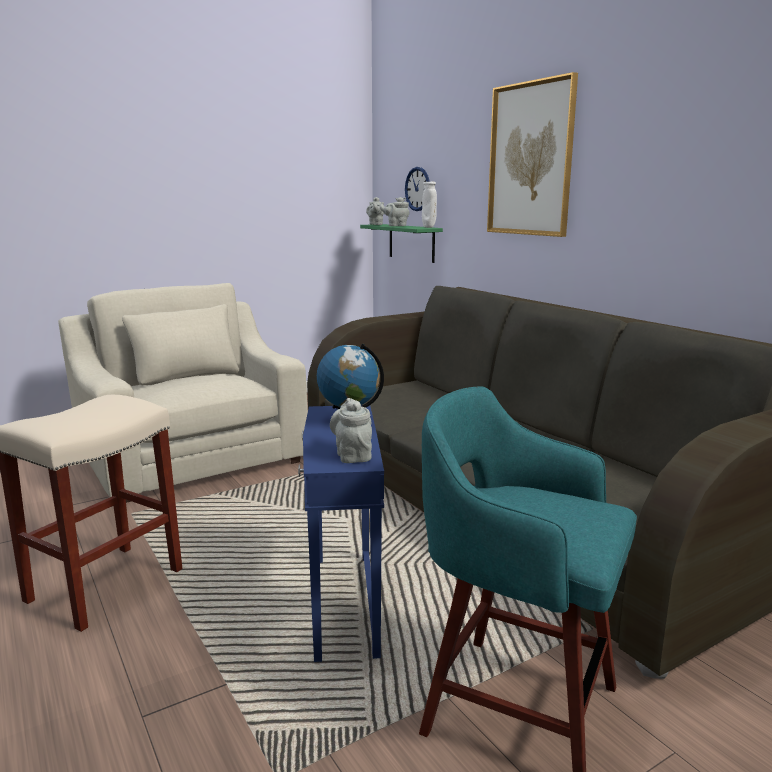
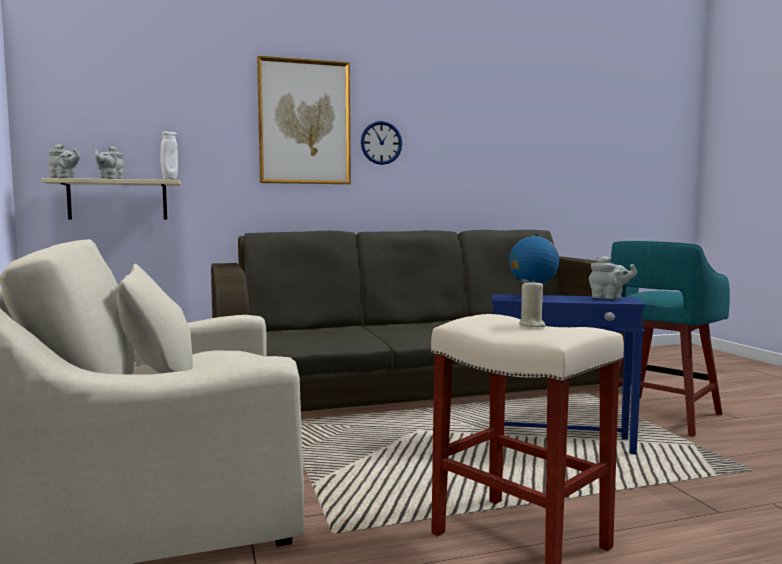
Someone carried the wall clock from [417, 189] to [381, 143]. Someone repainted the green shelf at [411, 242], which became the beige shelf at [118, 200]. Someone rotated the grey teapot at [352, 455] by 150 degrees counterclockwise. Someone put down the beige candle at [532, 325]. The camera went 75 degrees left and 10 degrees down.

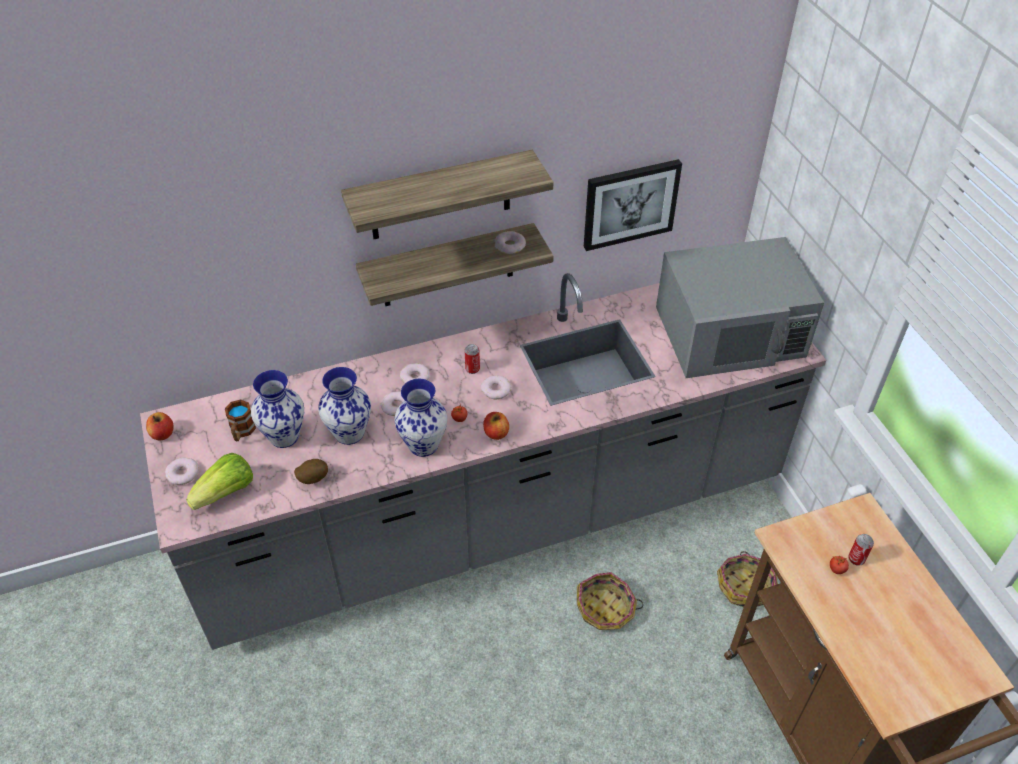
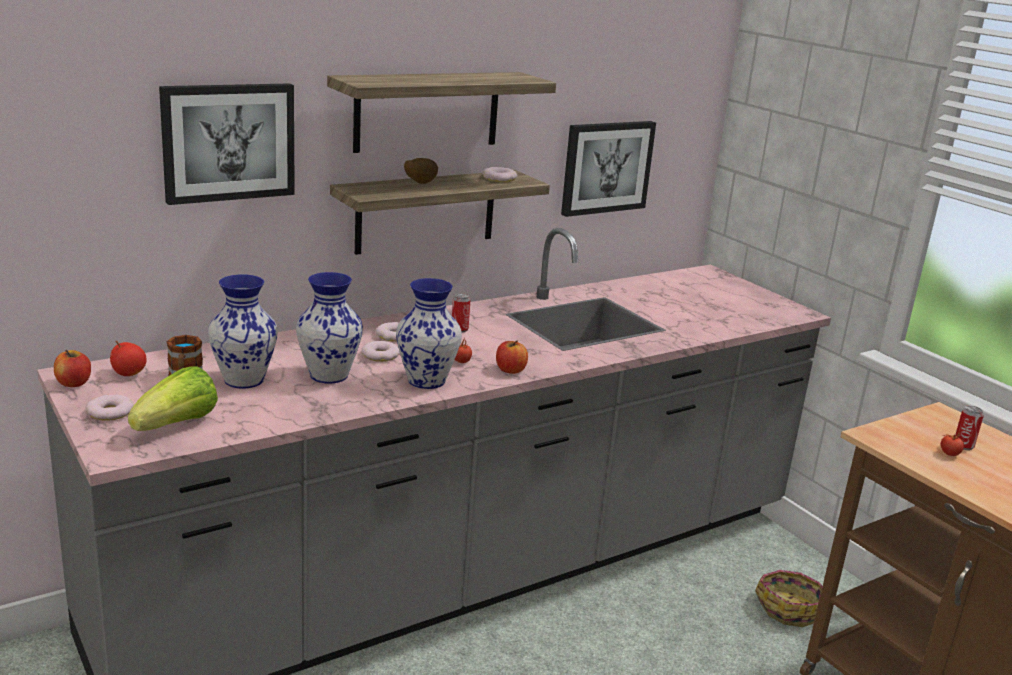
Someone took away the grey microwave at [731, 332]. Someone took away the donut at [496, 390]. Someone carried the potato from [312, 478] to [419, 183]. Someone took away the basket at [605, 609]. Someone put up the picture at [228, 142]. Someone put down the apple at [129, 374]. The camera went 15 degrees left and 25 degrees down.

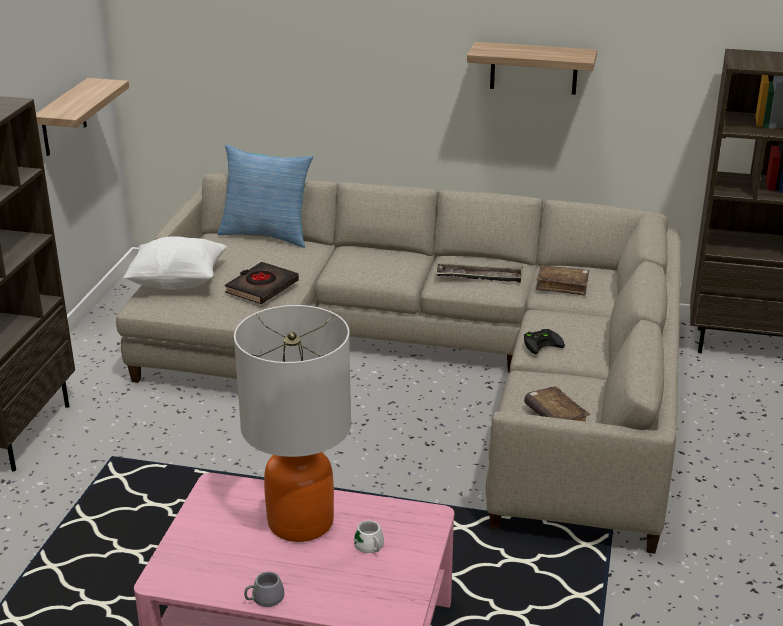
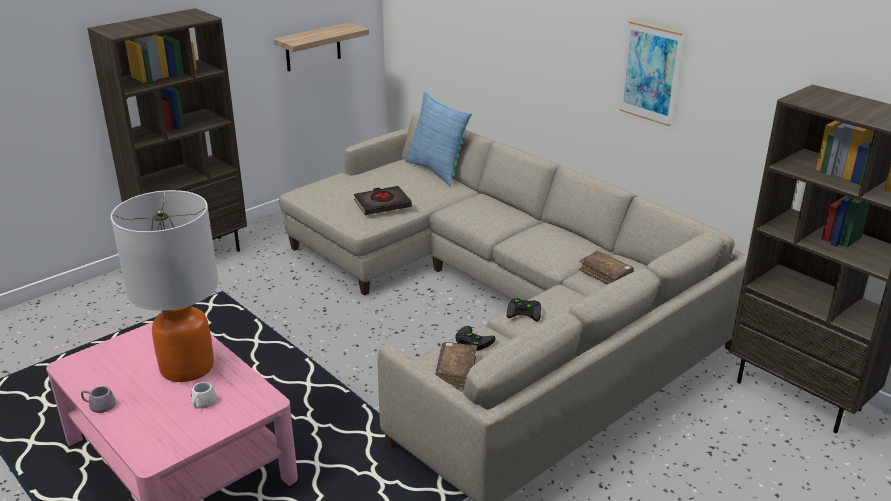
Someone swapped the shelf at [534, 68] for the picture at [650, 73]. Someone took away the white pillow at [178, 282]. Someone took away the tray at [479, 277]. Someone put down the black game controller at [472, 341]. The camera went 35 degrees right and 0 degrees up.

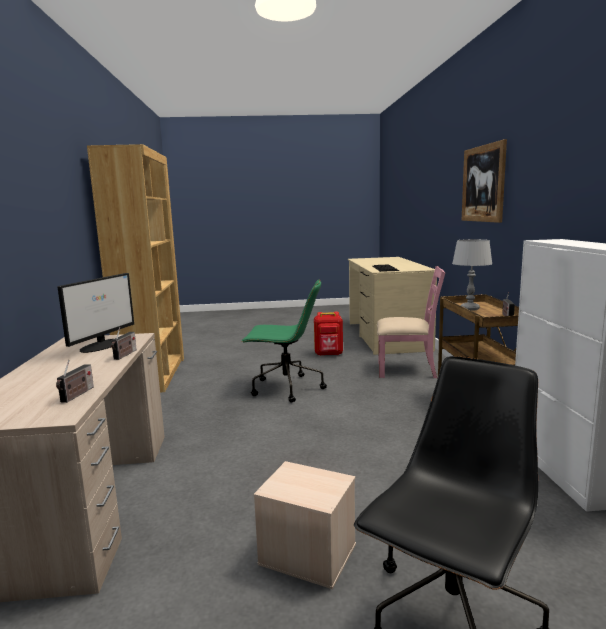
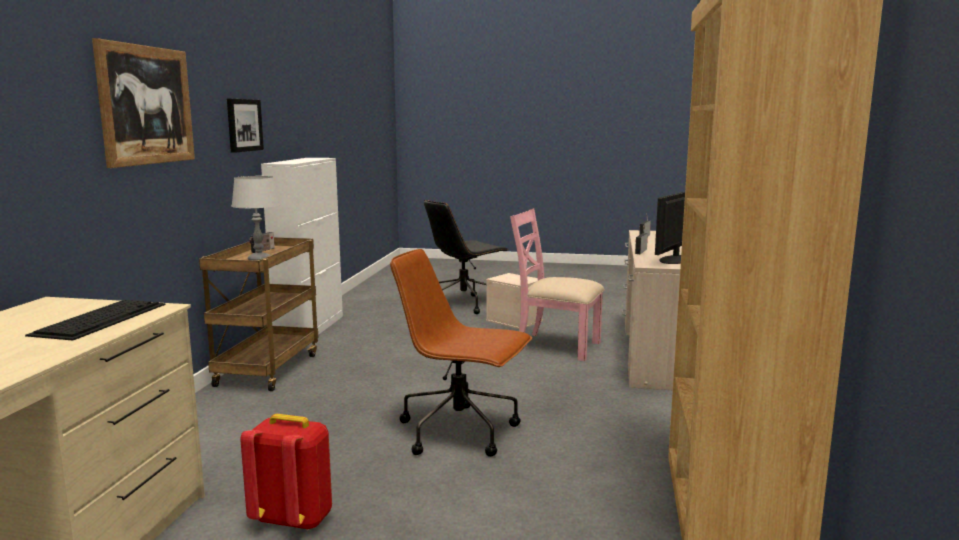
Someone carried the pink chair from [407, 370] to [556, 346]. Someone repainted the green office chair at [285, 388], which became the brown office chair at [461, 432]. Someone put up the picture at [244, 125]. The camera went 165 degrees left and 0 degrees up.

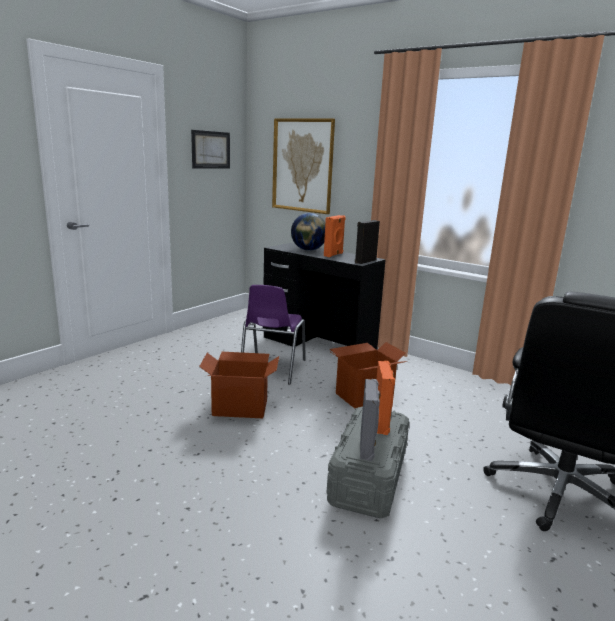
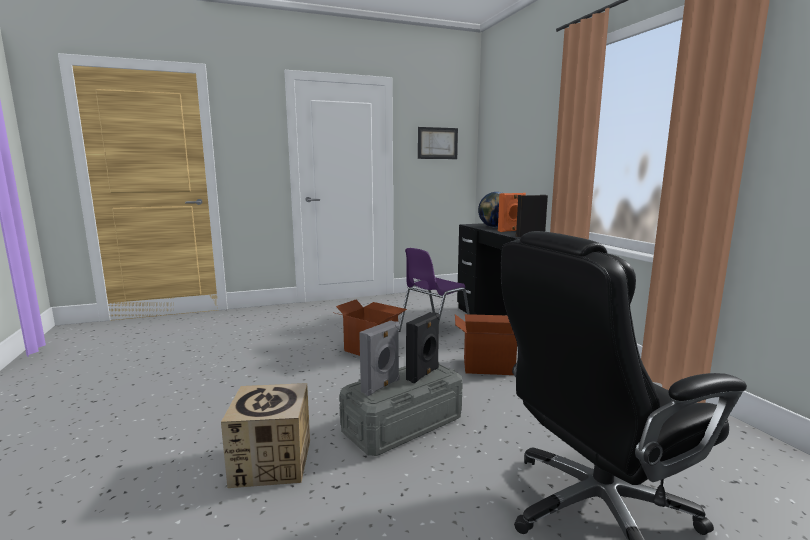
Someone took away the picture at [303, 165]. Someone repainted the orange speaker at [382, 423], which became the black speaker at [423, 374]. Someone put down the cardboard box at [272, 462]. The camera went 35 degrees right and 5 degrees down.

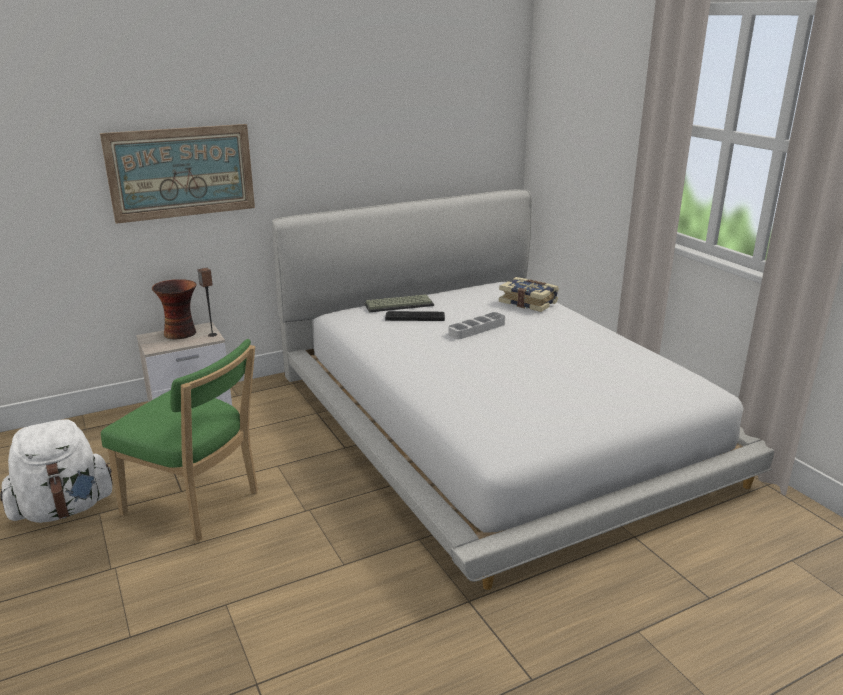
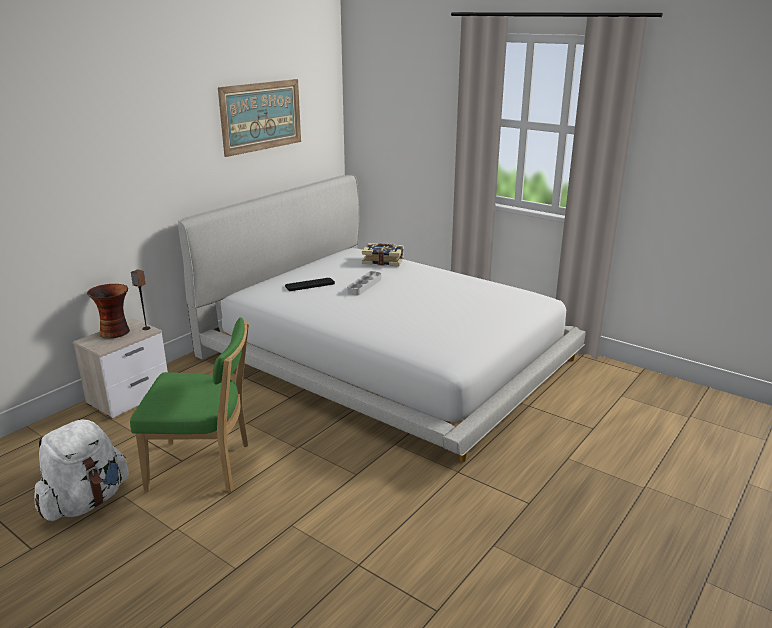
Someone carried the picture from [181, 172] to [261, 116]. Someone took away the keyboard at [399, 304]. The camera went 25 degrees left and 0 degrees up.

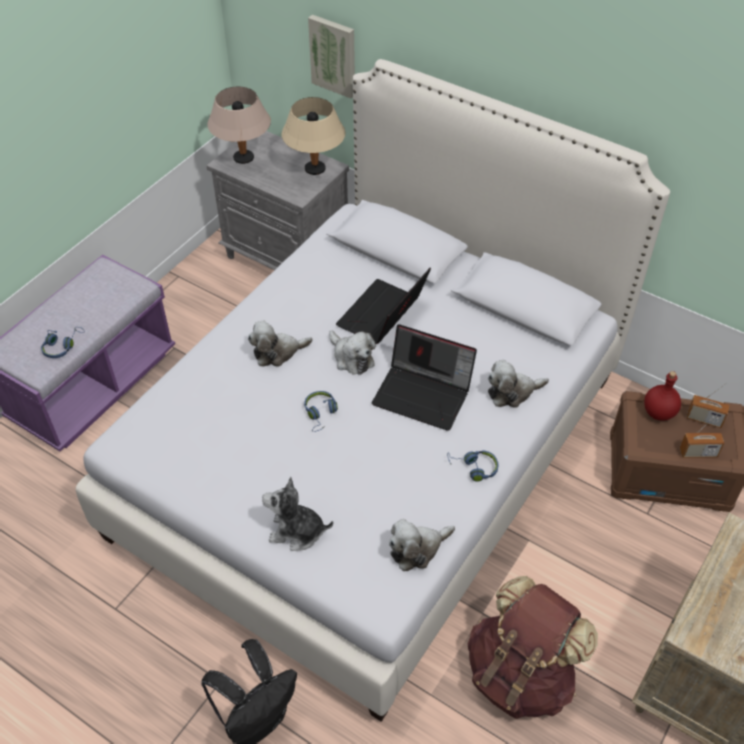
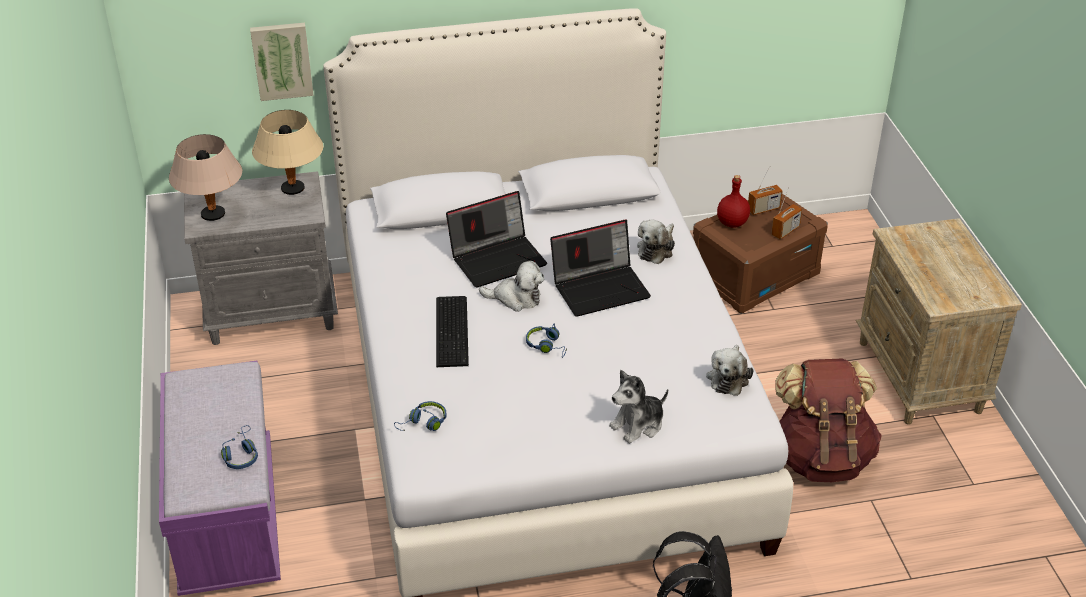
Someone rotated the laptop at [382, 316] by 105 degrees counterclockwise. Someone swapped the plush toy at [277, 352] for the keyboard at [453, 330]. Someone carried the blue headphones from [473, 468] to [423, 423]. The camera went 45 degrees left and 10 degrees down.

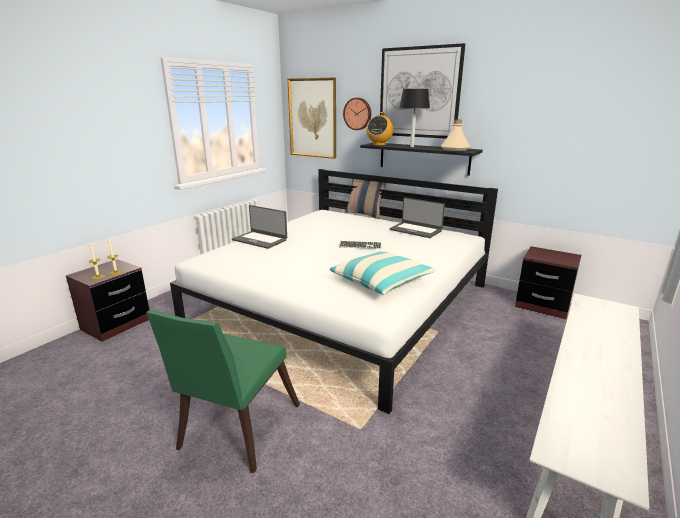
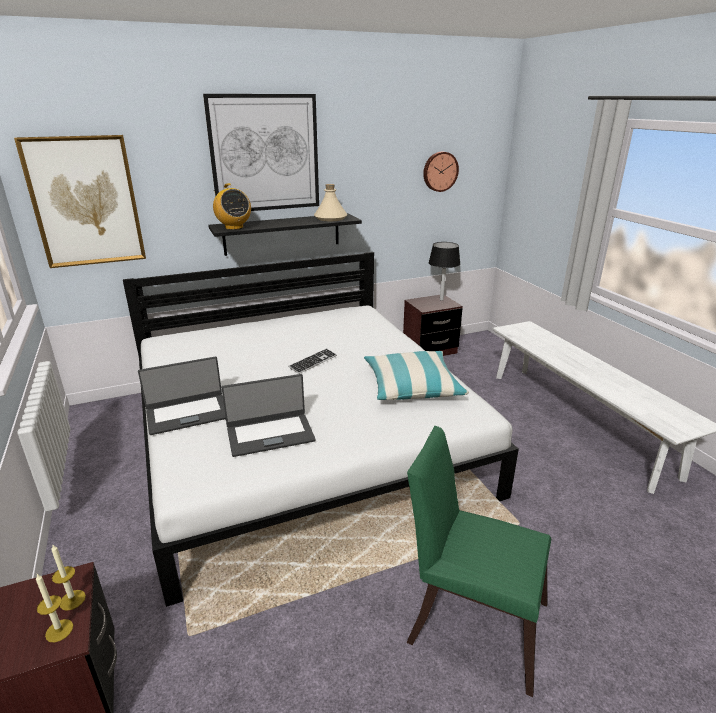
Someone carried the black table lamp from [411, 147] to [441, 299]. Someone carried the wall clock from [358, 114] to [439, 171]. Someone took away the pillow at [365, 214]. Someone carried the laptop from [416, 230] to [270, 434]. Someone rotated the green chair at [235, 431] by 150 degrees clockwise. The camera went 55 degrees left and 5 degrees up.

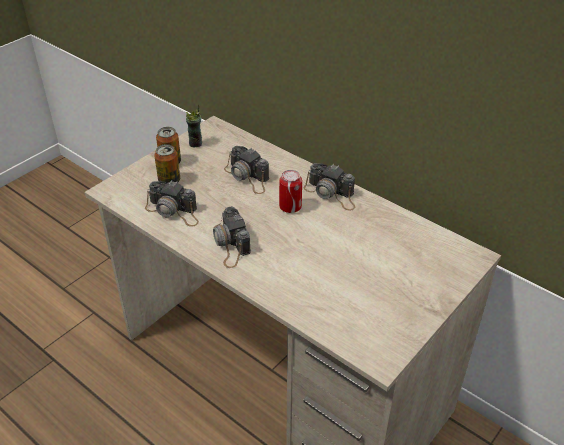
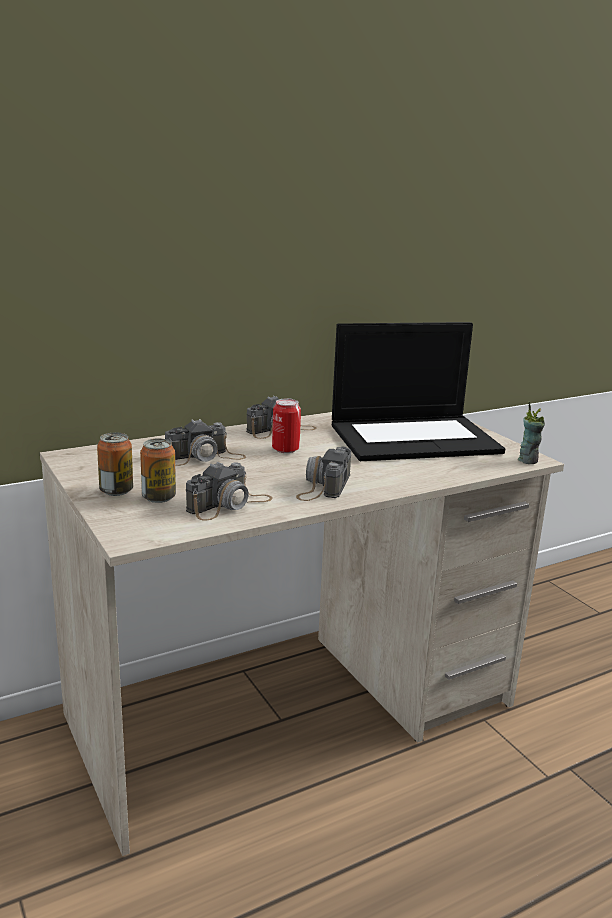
Someone carried the cup from [196, 143] to [528, 460]. Someone rotated the photo camera at [230, 244] by 105 degrees clockwise. Someone put down the laptop at [415, 438]. The camera went 70 degrees left and 20 degrees down.

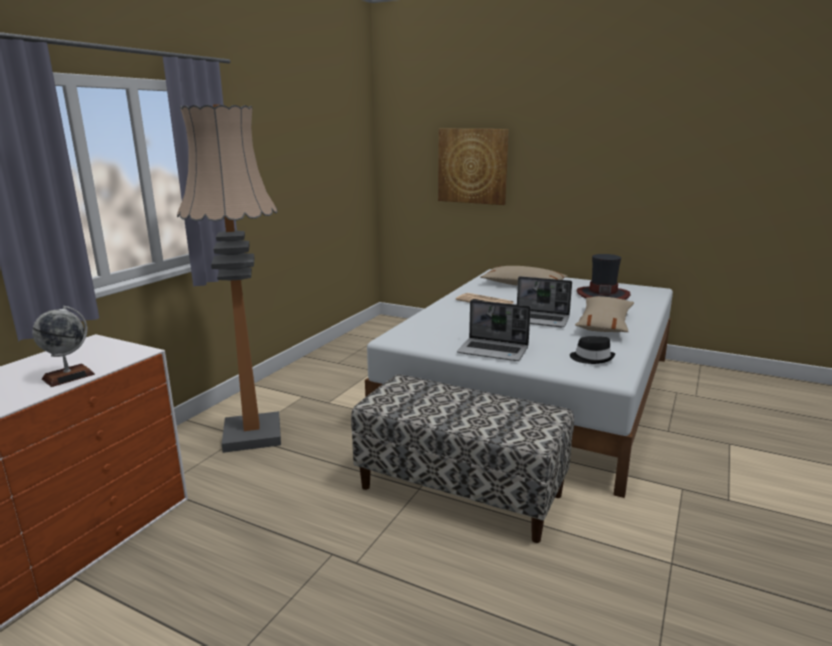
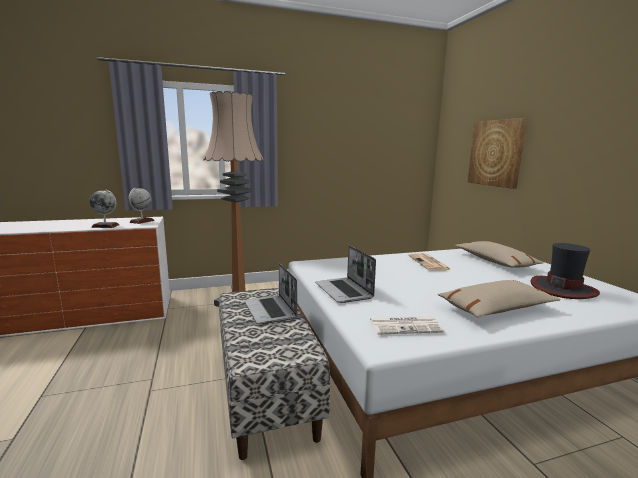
Someone carried the laptop from [540, 320] to [270, 310]. Someone swapped the black hat at [592, 358] for the newspaper at [406, 326]. Someone put down the globe at [142, 221]. The camera went 45 degrees right and 5 degrees down.

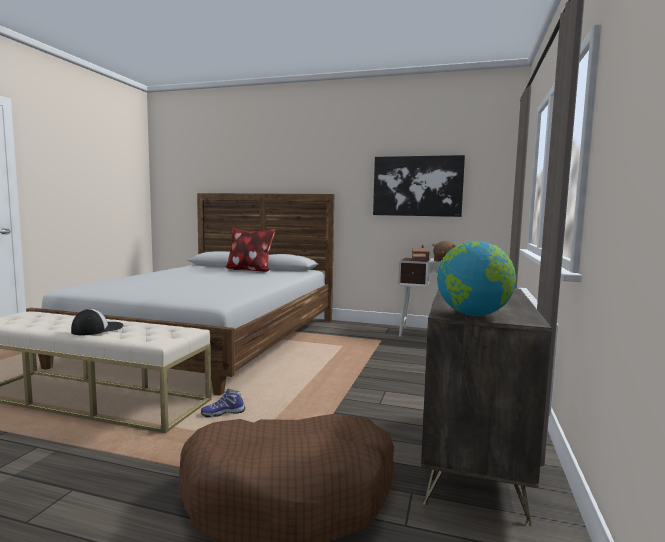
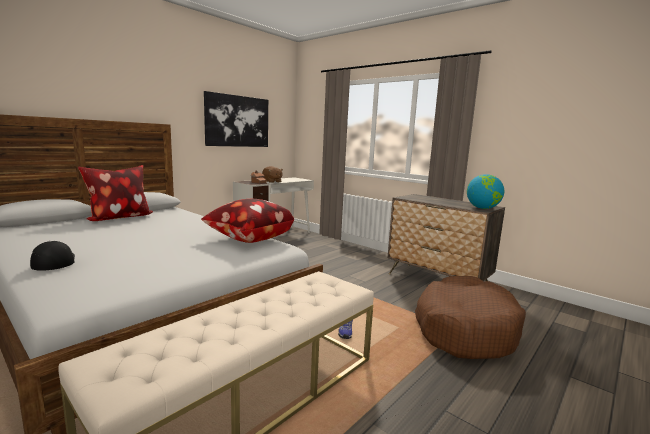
Someone carried the cap from [97, 329] to [53, 261]. Someone put down the pillow at [248, 239]. The camera went 65 degrees left and 5 degrees up.

